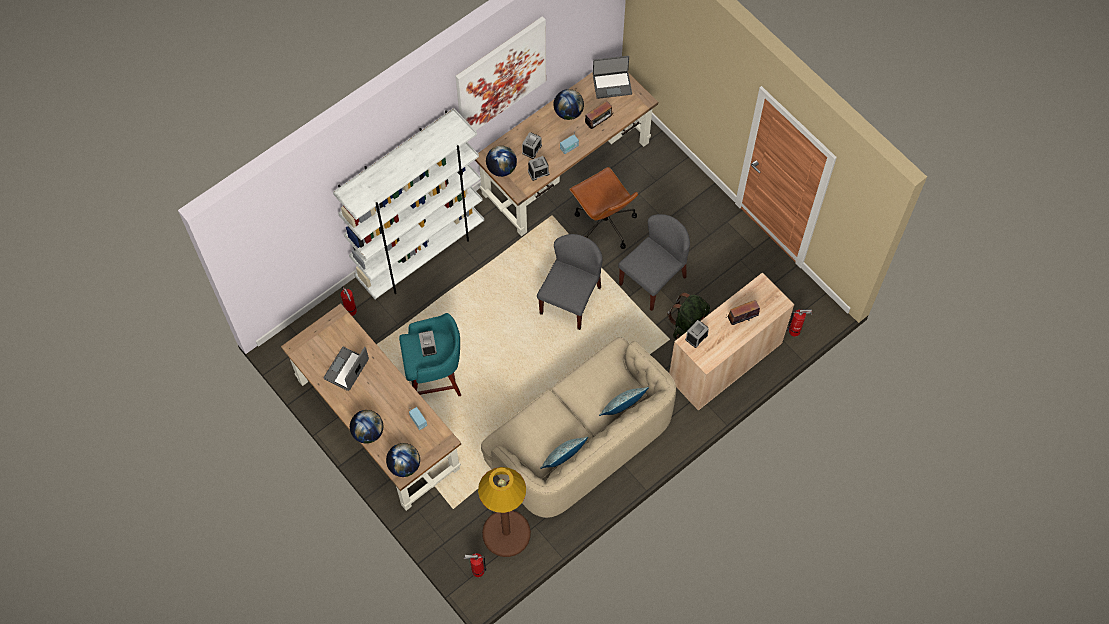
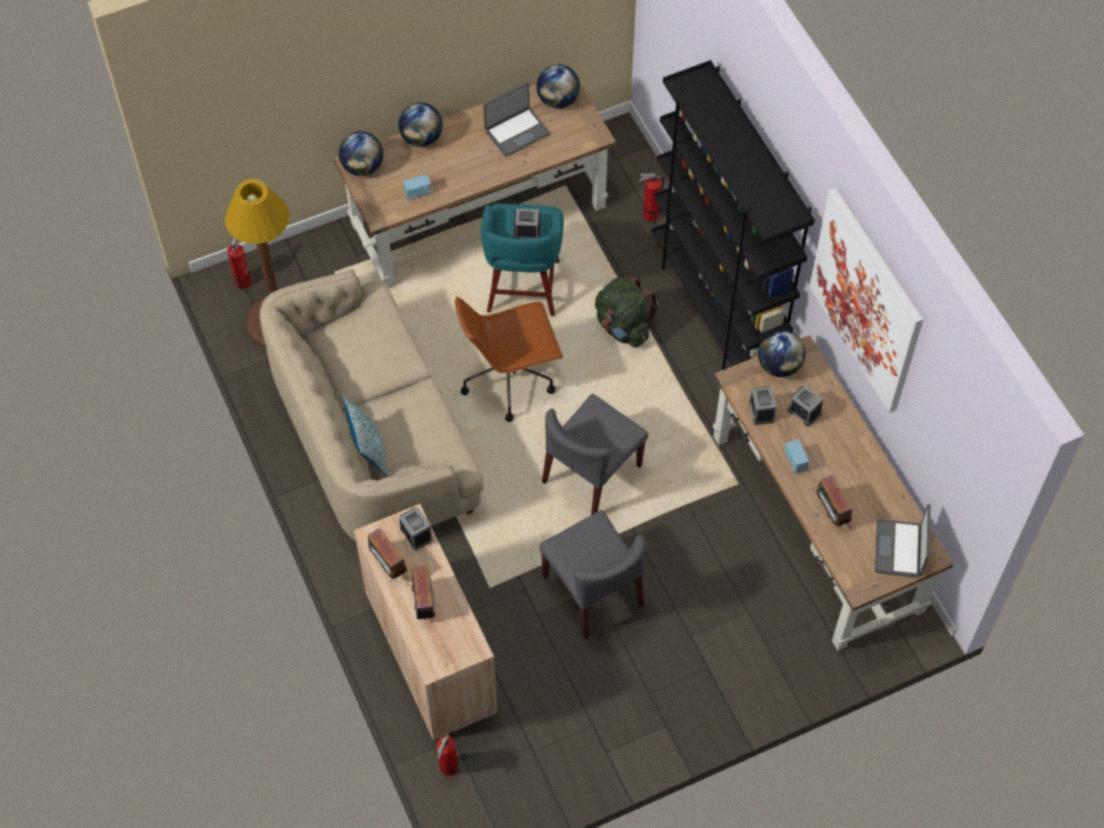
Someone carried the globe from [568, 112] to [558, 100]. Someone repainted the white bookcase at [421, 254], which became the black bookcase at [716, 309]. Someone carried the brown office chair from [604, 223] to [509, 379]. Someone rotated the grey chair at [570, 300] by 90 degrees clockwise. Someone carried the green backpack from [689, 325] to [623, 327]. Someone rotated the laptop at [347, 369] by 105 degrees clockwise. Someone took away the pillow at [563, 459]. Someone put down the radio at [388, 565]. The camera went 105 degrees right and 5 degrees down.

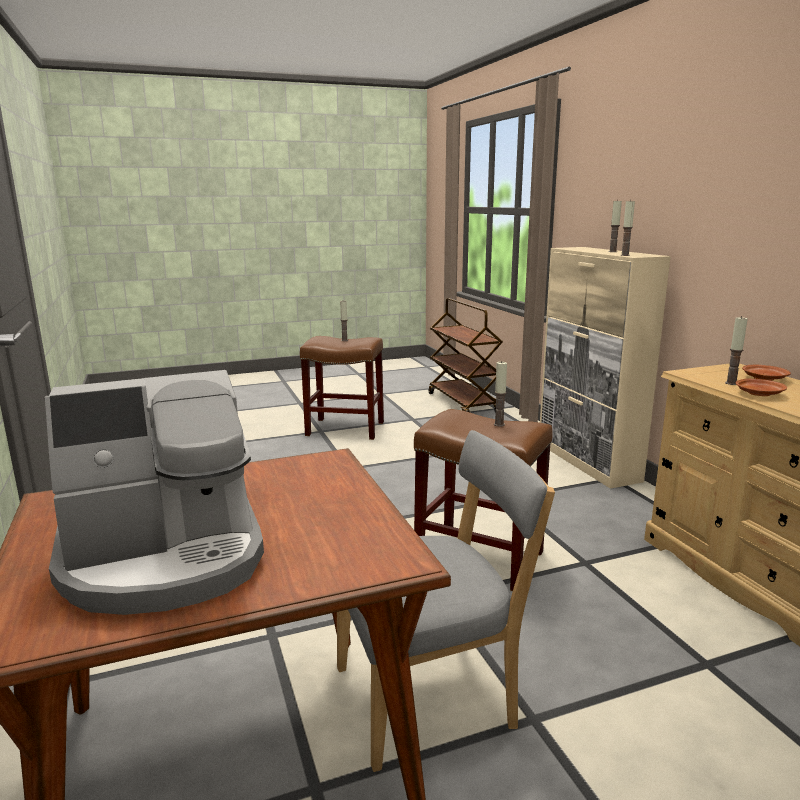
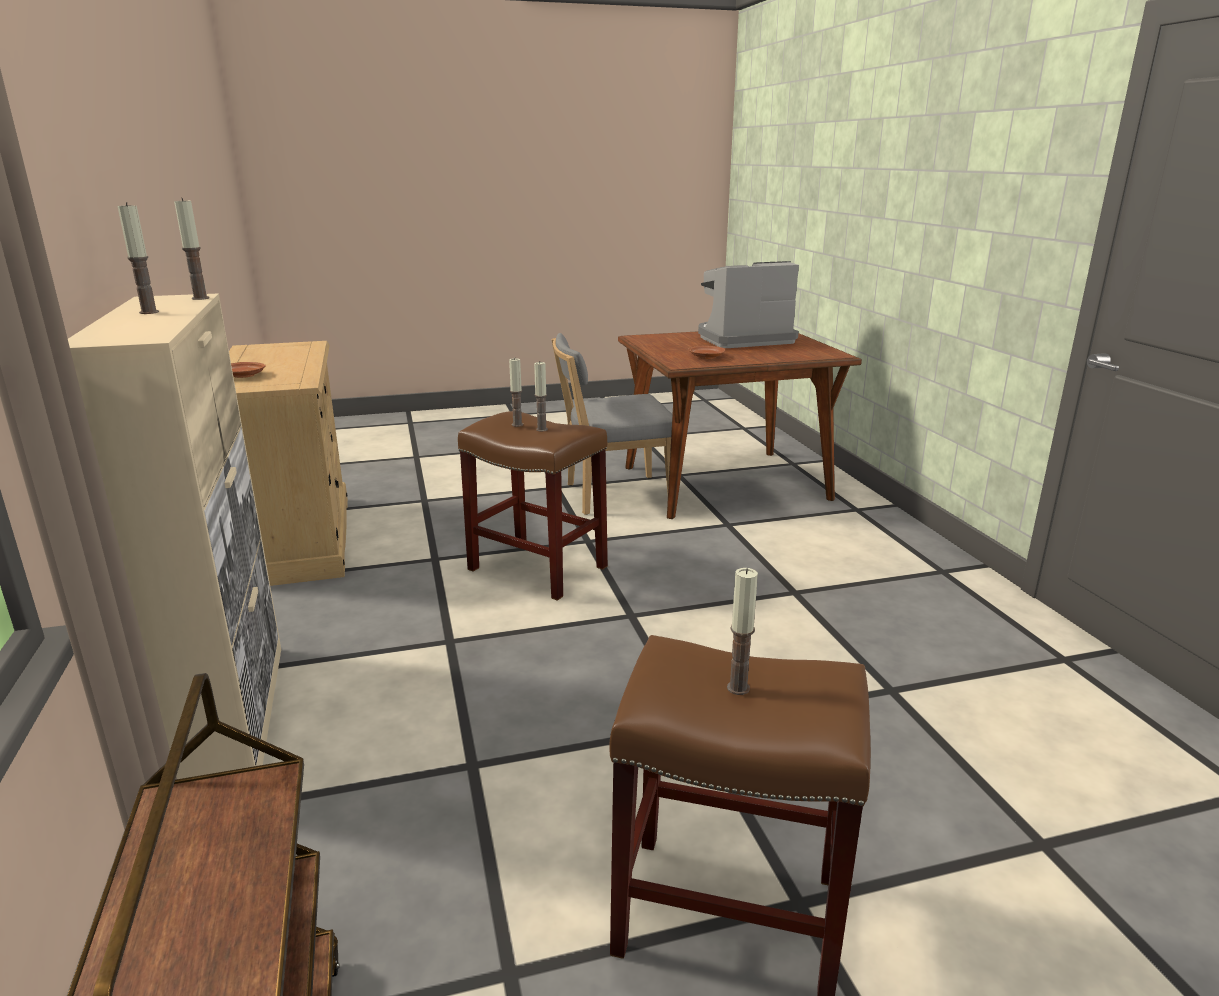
Someone carried the candle from [731, 383] to [541, 429]. Someone carried the brown plate from [759, 394] to [706, 357]. The camera went 175 degrees left and 5 degrees up.

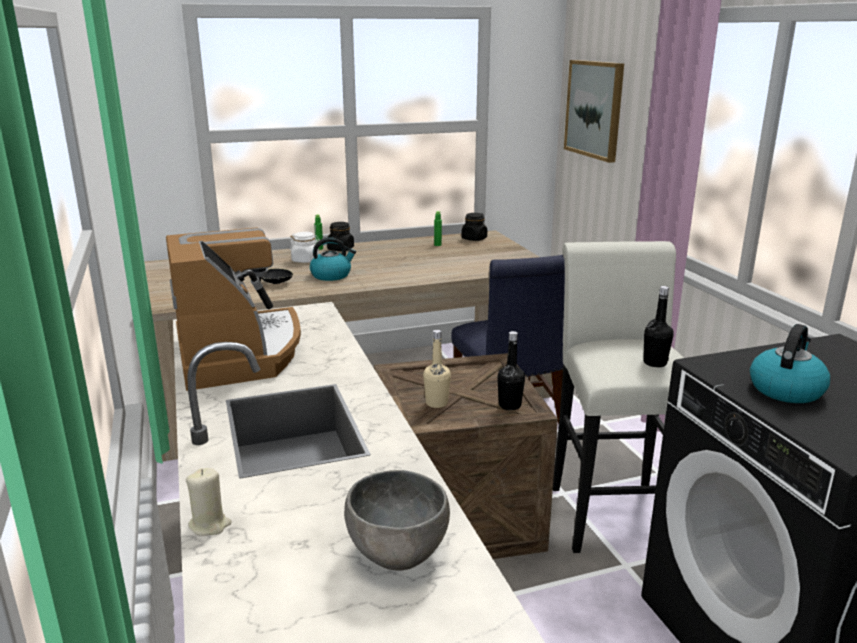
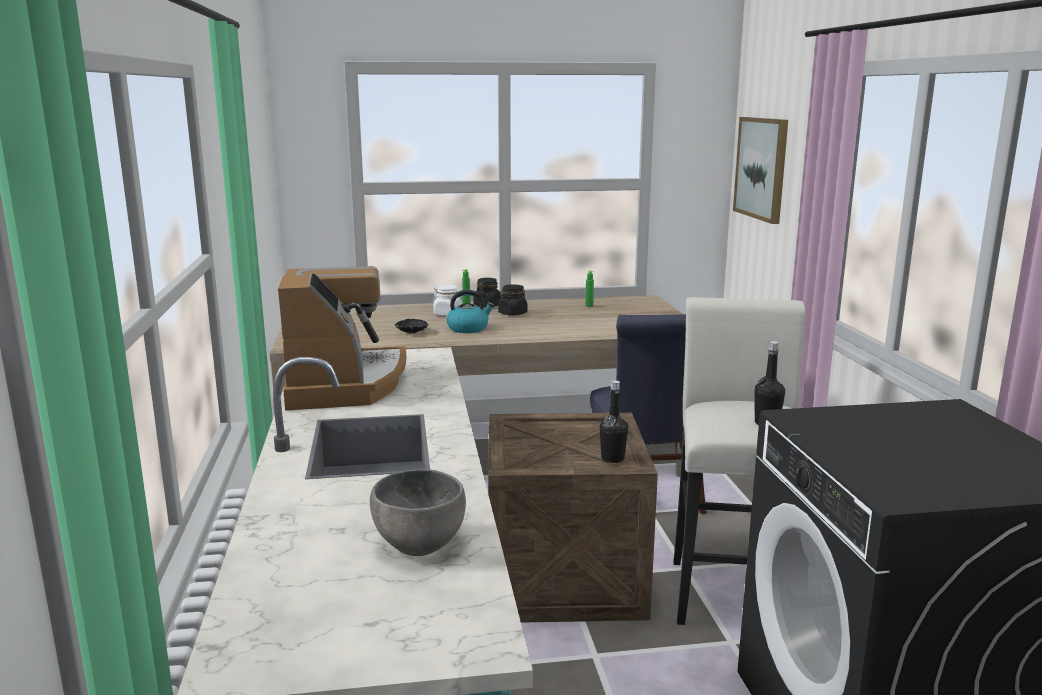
Someone carried the black jar from [474, 239] to [512, 313]. Someone took away the kettle at [786, 389]. Someone took away the beige bottle at [436, 403]. Someone took away the beige candle at [210, 525]. The camera went 10 degrees right and 5 degrees down.

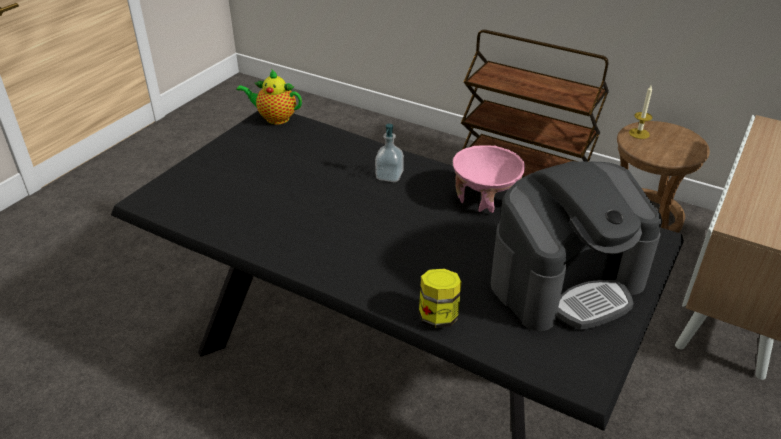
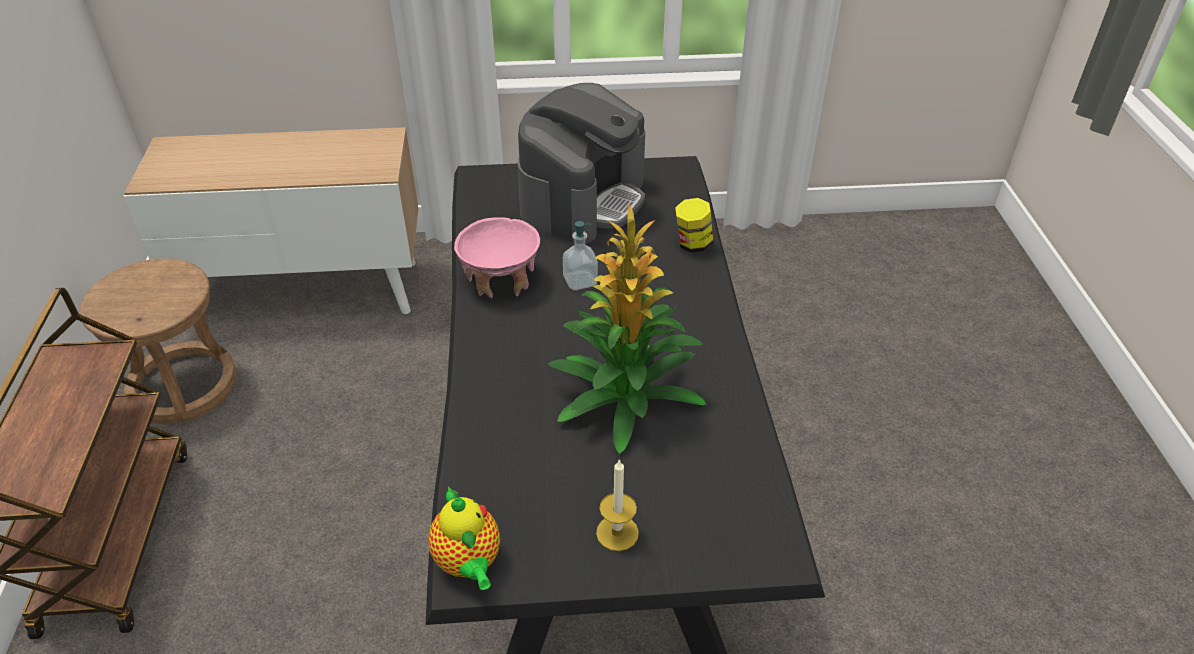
Someone carried the candle from [639, 133] to [617, 533]. Someone carried the soap dispenser from [389, 176] to [580, 281]. Someone rotated the coffee machine at [566, 282] by 90 degrees clockwise. Someone put down the potted plant at [623, 396]. The camera went 125 degrees left and 5 degrees up.

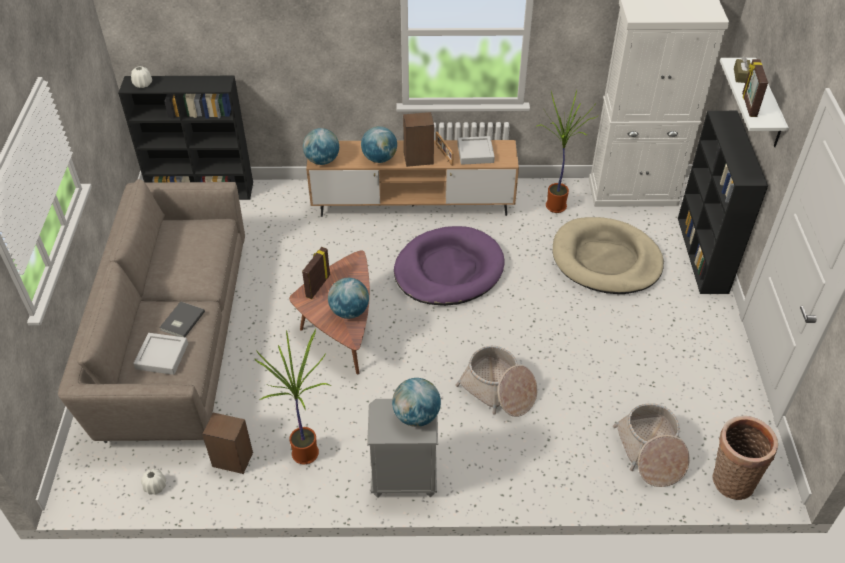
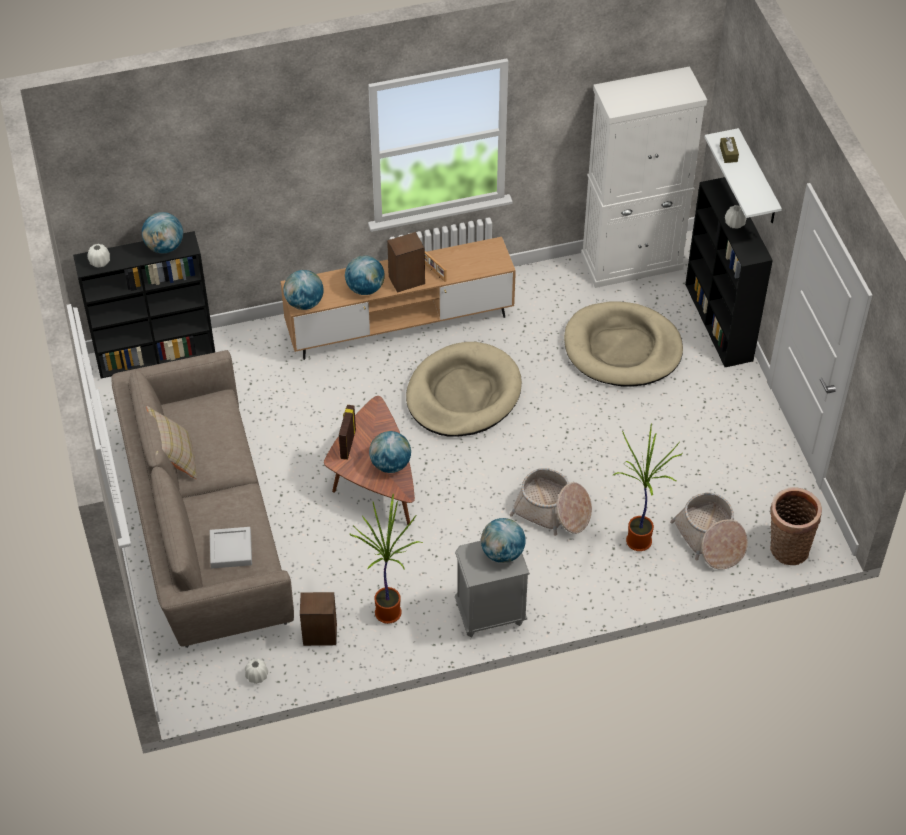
Someone took away the picture frame at [748, 105]. Someone carried the potted plant from [555, 208] to [638, 543]. Someone took away the grey tray at [475, 153]. Someone repainted the purple dog bed at [448, 270], which became the beige dog bed at [463, 394]. Someone took away the grey book at [181, 321]. Someone put down the white vase at [734, 223]. Someone put down the globe at [164, 247]. Someone put down the beige pillow at [175, 458]. The camera went 15 degrees left and 5 degrees up.

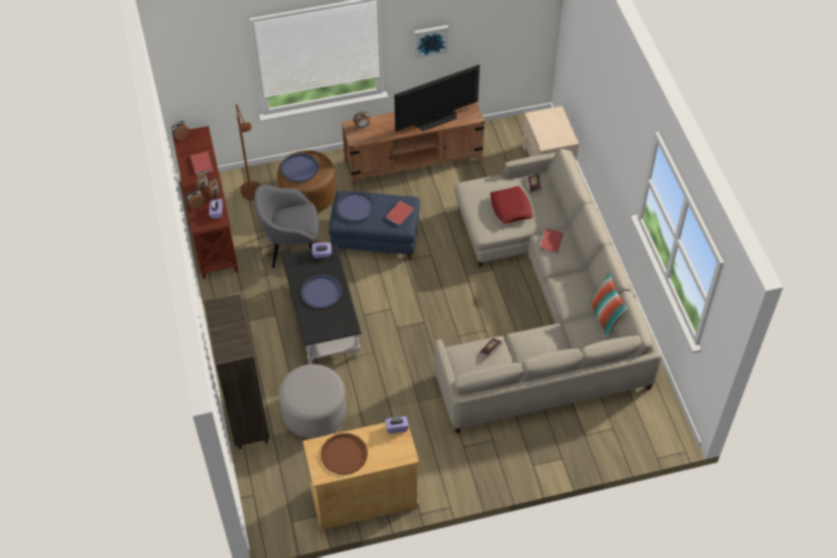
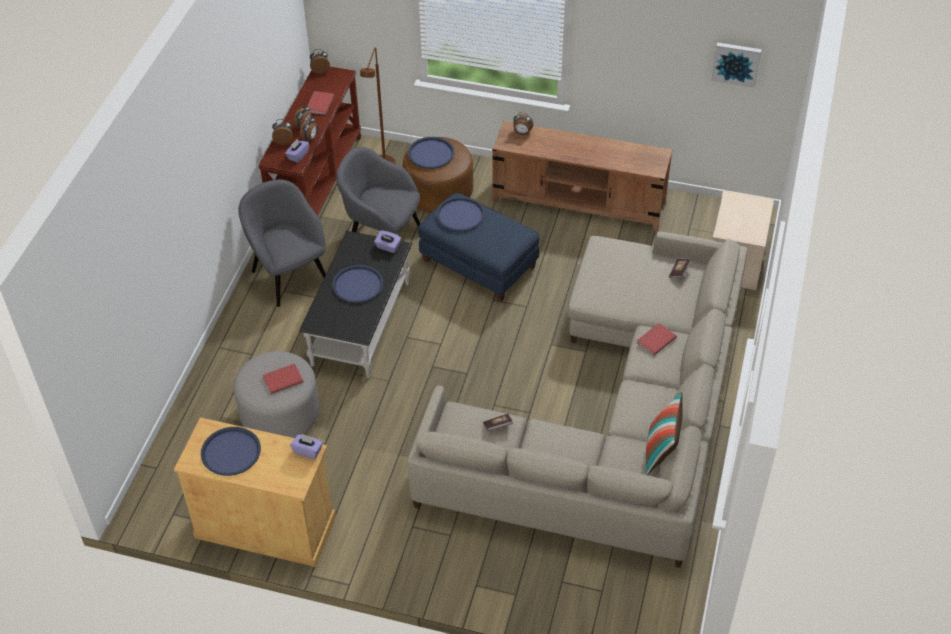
Someone carried the picture from [430, 40] to [736, 63]. Someone took away the television at [436, 119]. Someone took away the red pillow at [511, 208]. Someone carried the red book from [399, 213] to [282, 379]. Someone took away the brown bookcase at [247, 421]. Someone repainted the brown tray at [344, 454], which became the blue tray at [231, 452]. Someone put down the grey armchair at [289, 276]. The camera went 30 degrees right and 5 degrees down.

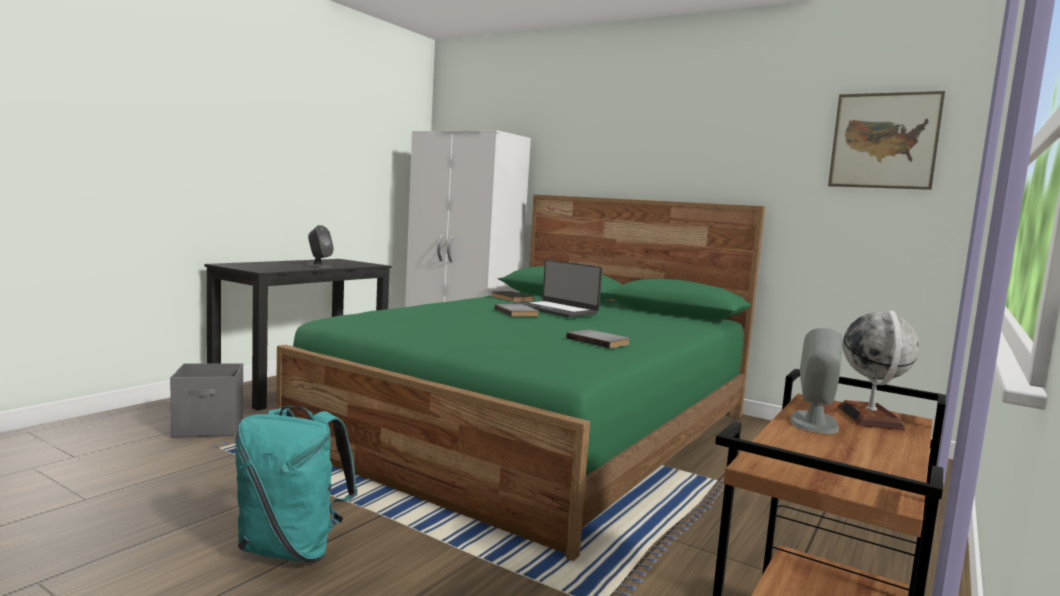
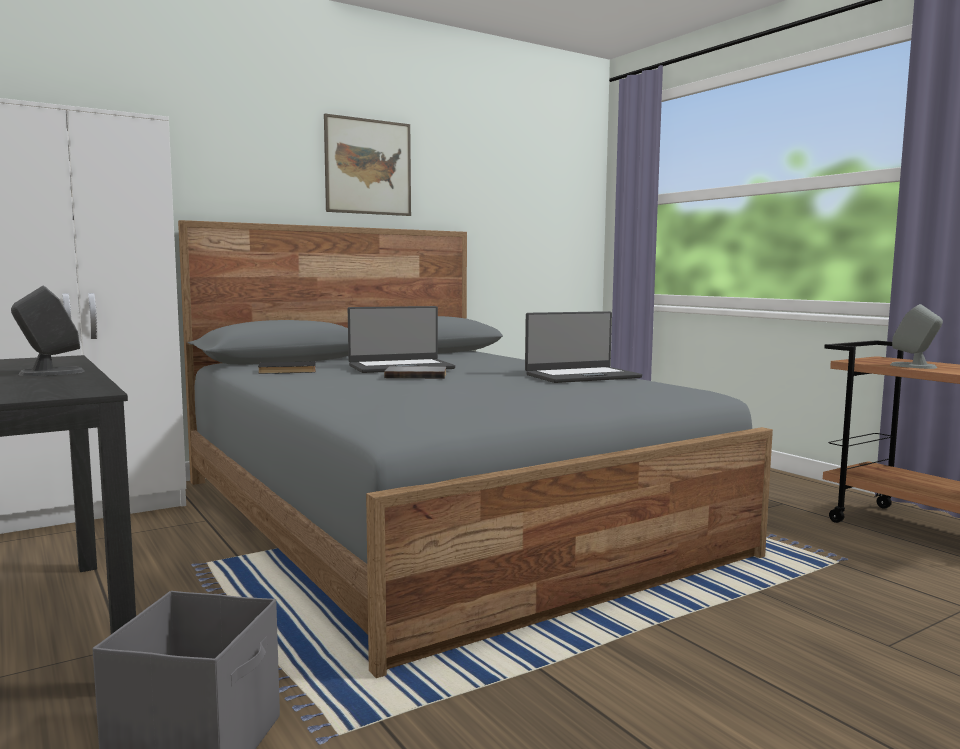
Someone carried the picture from [884, 141] to [368, 167]. Someone repainted the green bed at [542, 429], which became the grey bed at [437, 513]. Someone took away the globe at [870, 418]. Someone swapped the grey book at [599, 341] for the laptop at [581, 376]. Someone took away the turquoise backpack at [292, 549]. The camera went 65 degrees left and 0 degrees up.

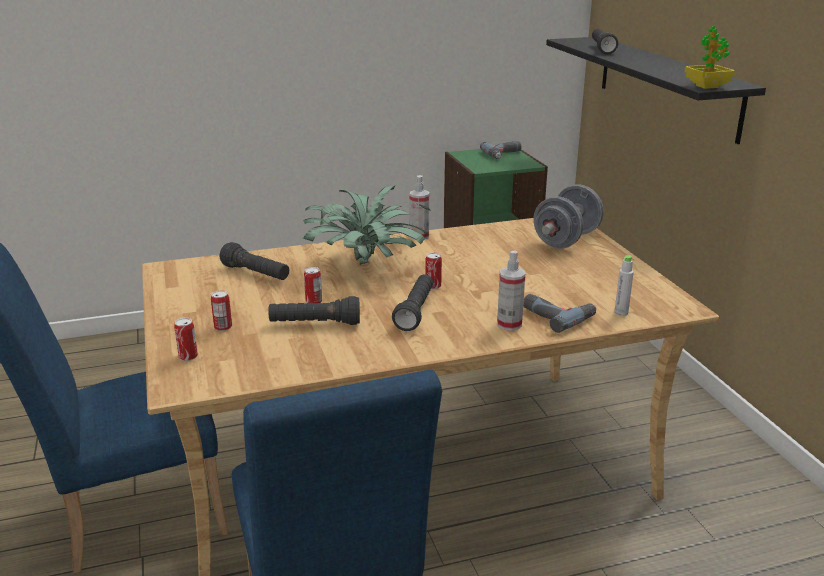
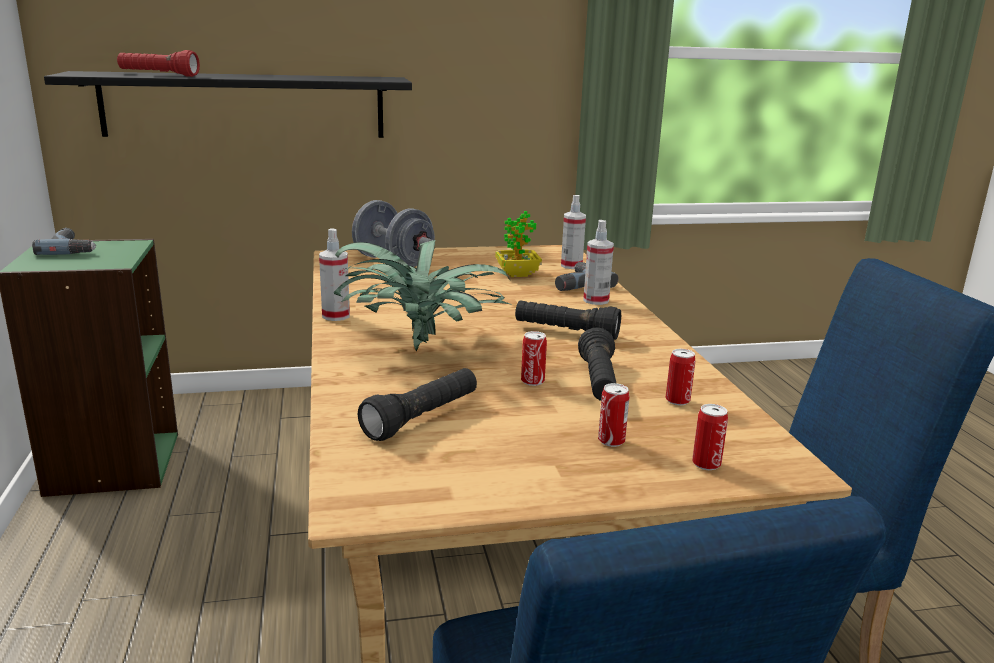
Someone carried the potted plant from [707, 86] to [517, 274]. Someone repainted the black flashlight at [601, 49], which became the red flashlight at [158, 75]. Someone carried the can from [433, 286] to [677, 400]. Someone swapped the grey bottle at [621, 313] for the spray bottle at [571, 266]. The camera went 85 degrees left and 5 degrees down.

